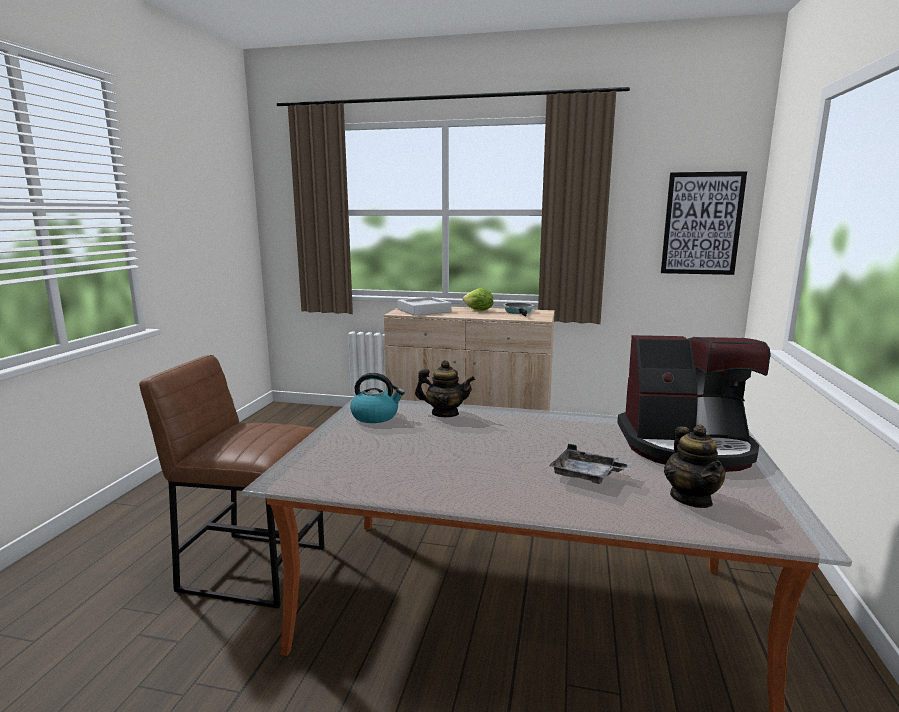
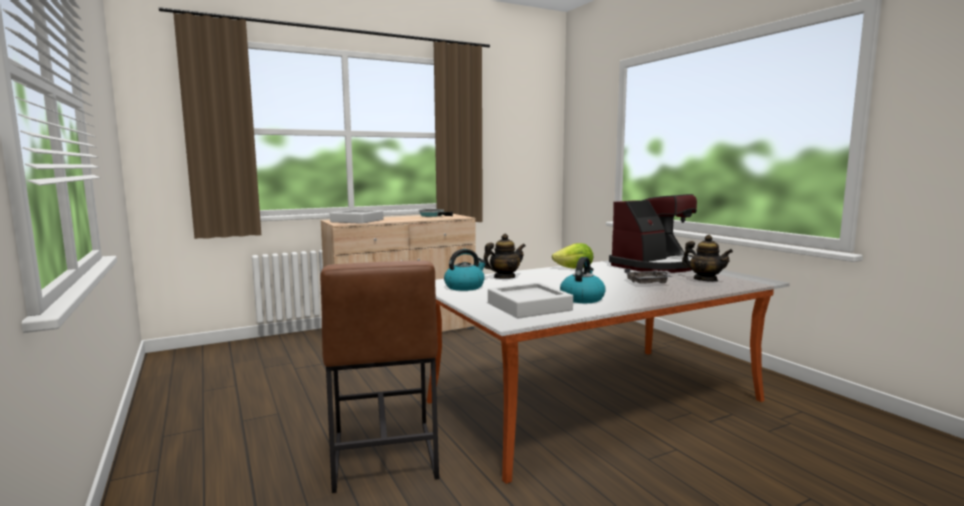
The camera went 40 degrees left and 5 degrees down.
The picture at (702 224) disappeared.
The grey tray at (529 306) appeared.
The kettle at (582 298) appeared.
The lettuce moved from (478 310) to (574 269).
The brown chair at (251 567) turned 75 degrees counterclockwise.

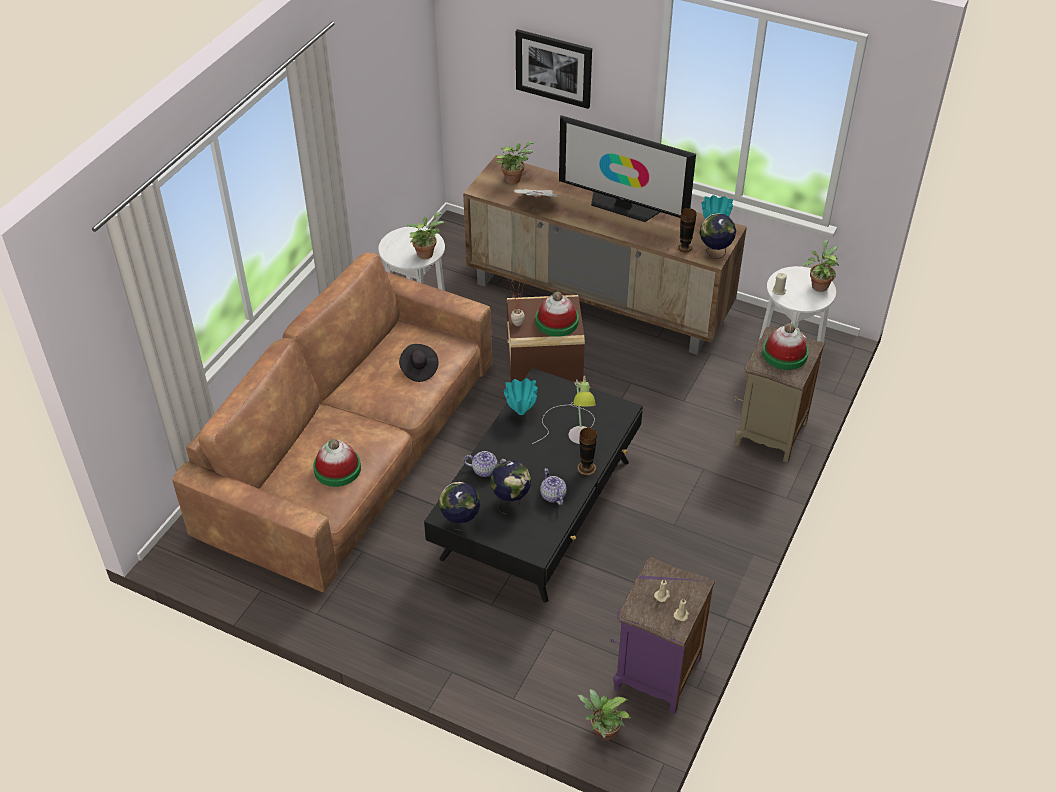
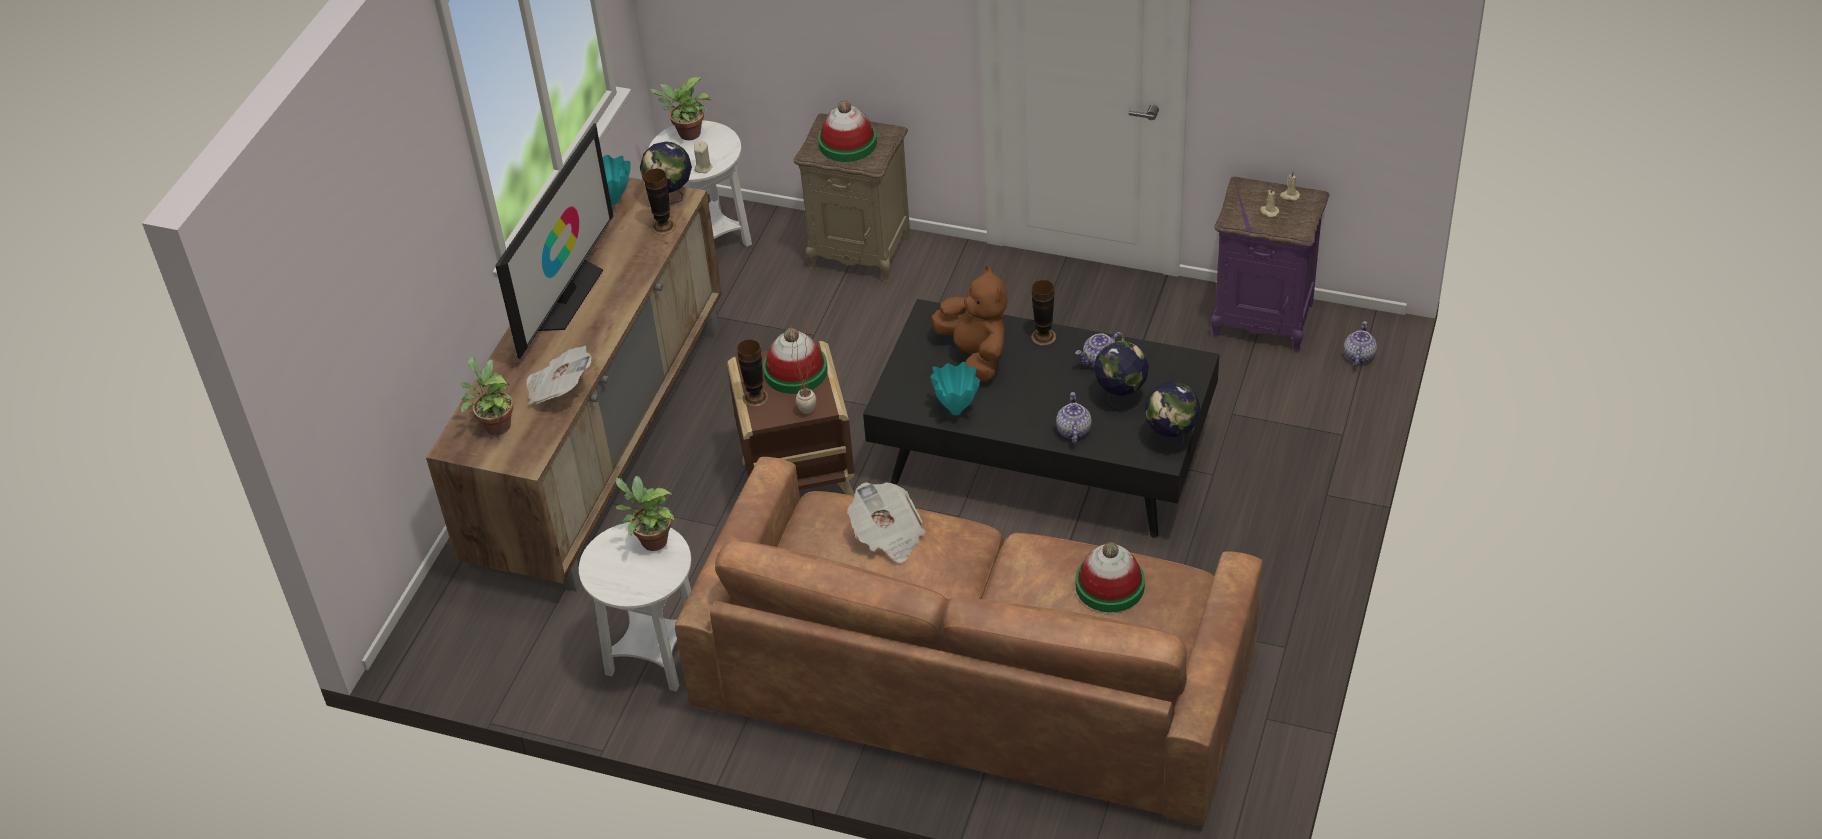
The camera went 95 degrees left and 0 degrees up.
The picture at (554 68) disappeared.
The vase at (755 397) appeared.
The black hat at (418 369) was replaced by the newspaper at (888 535).
The table lamp at (574 428) was replaced by the brown plush toy at (975 355).
The potted plant at (602 732) was replaced by the teapot at (1358 355).

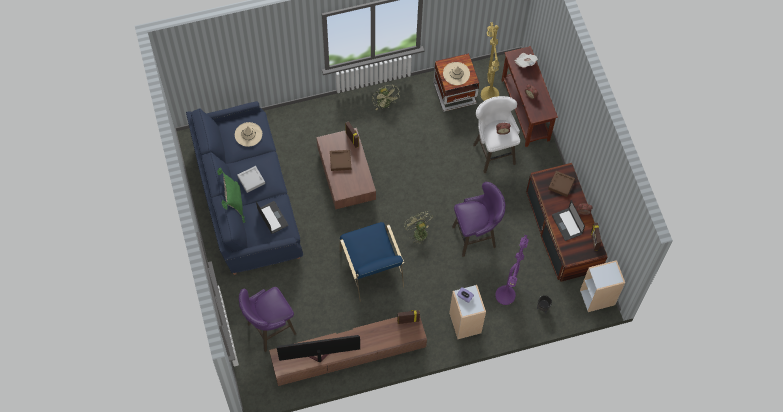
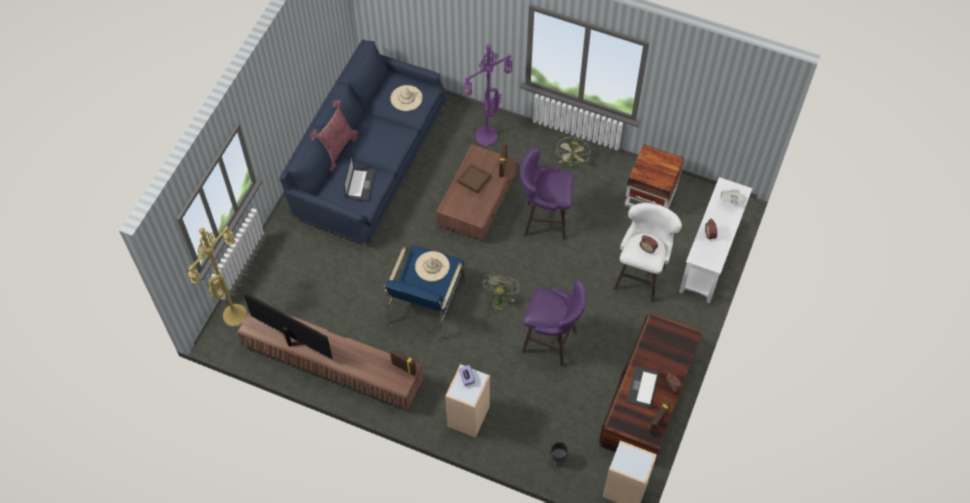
The camera went 40 degrees right and 5 degrees down.
The grey tray at (251 180) disappeared.
The brown tray at (561 185) disappeared.
The purple stool moved from (269 330) to (543 220).
The beige hat moved from (456 73) to (432 266).
The yellow floor lamp moved from (488 94) to (234 314).
The purple floor lamp moved from (506 296) to (486 138).
The green pillow at (233 205) became the red pillow at (337 150).
The brown console table at (525 110) became the white console table at (709 258).

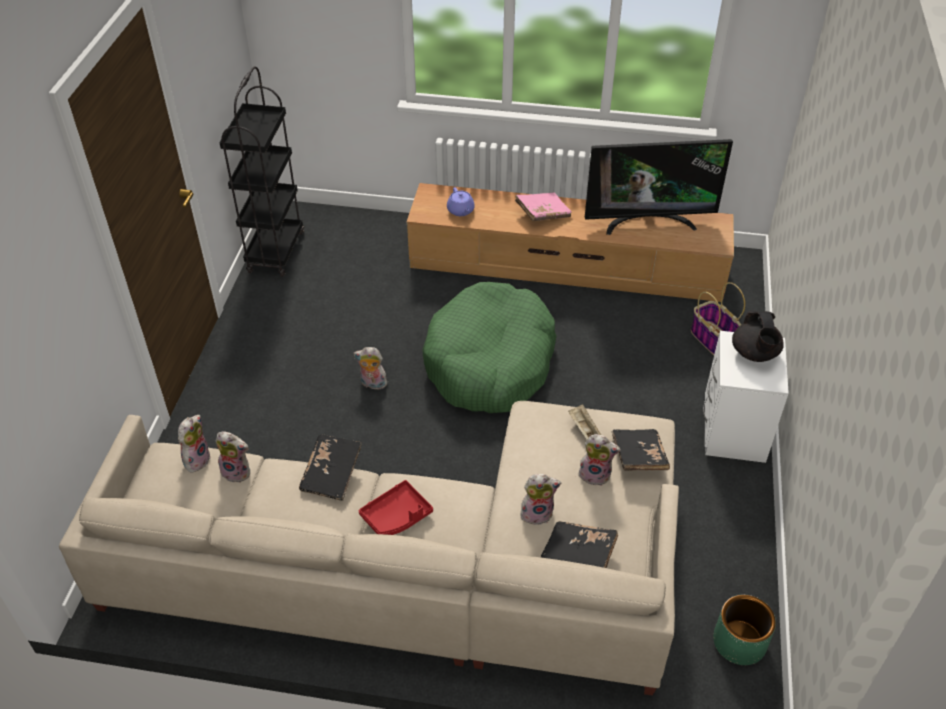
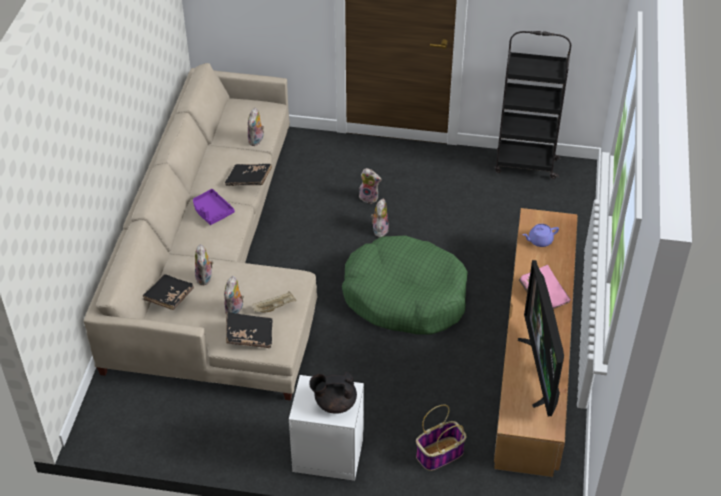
The camera went 90 degrees right and 0 degrees up.
The green planter at (739 641) disappeared.
The plush toy moved from (196 459) to (369 197).
The red tray at (397 516) became the purple tray at (212 211).

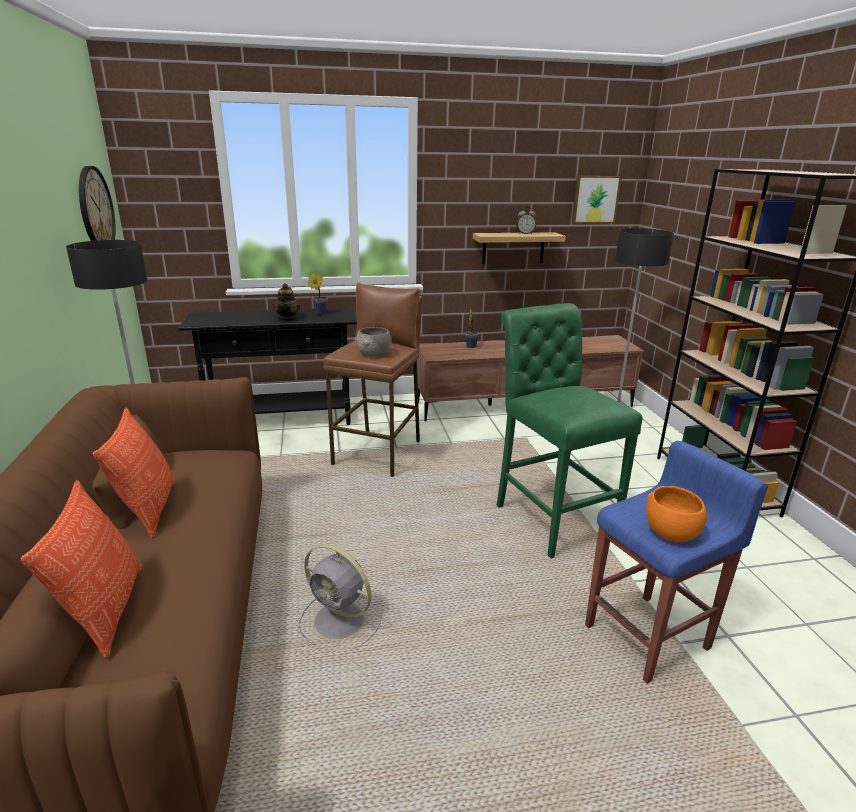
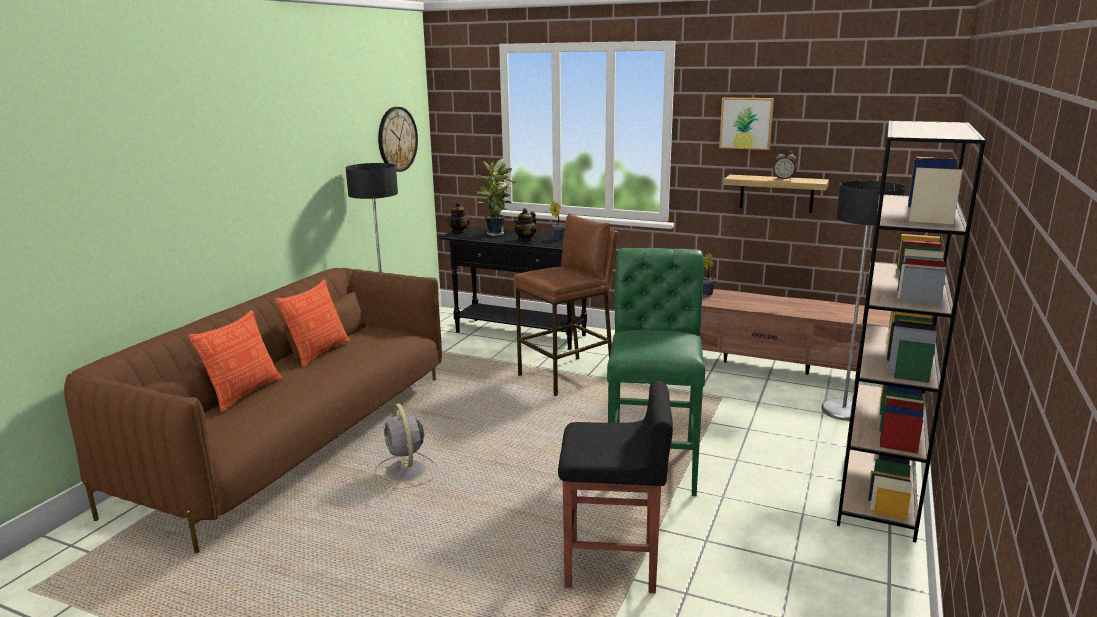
The camera went 35 degrees right and 5 degrees down.
The grey bowl at (373 354) disappeared.
The orange bowl at (670 532) disappeared.
The teapot at (459 232) appeared.
The potted plant at (496 233) appeared.
The picture moved from (594 199) to (746 123).
The blue stool at (648 636) became the black stool at (612 565).

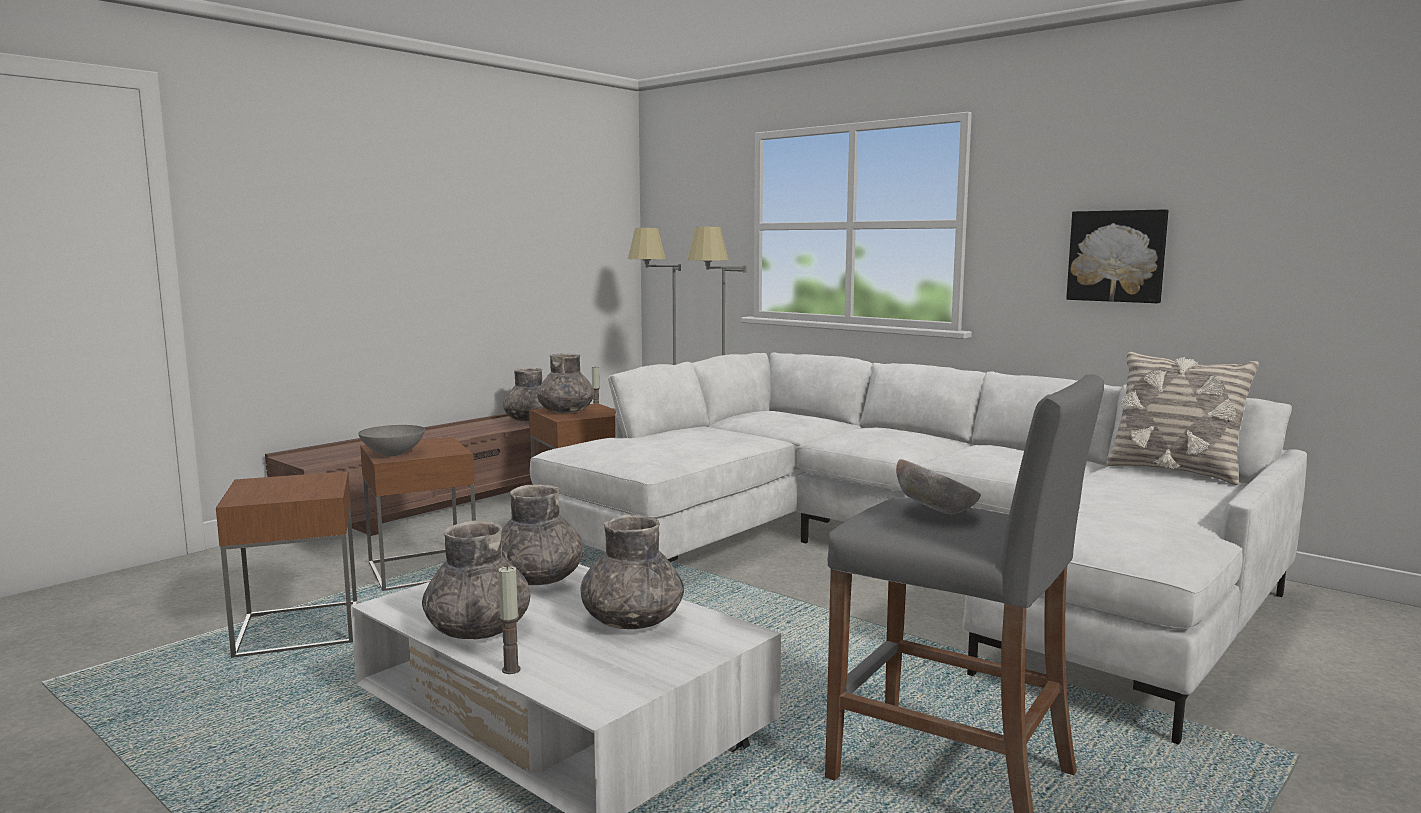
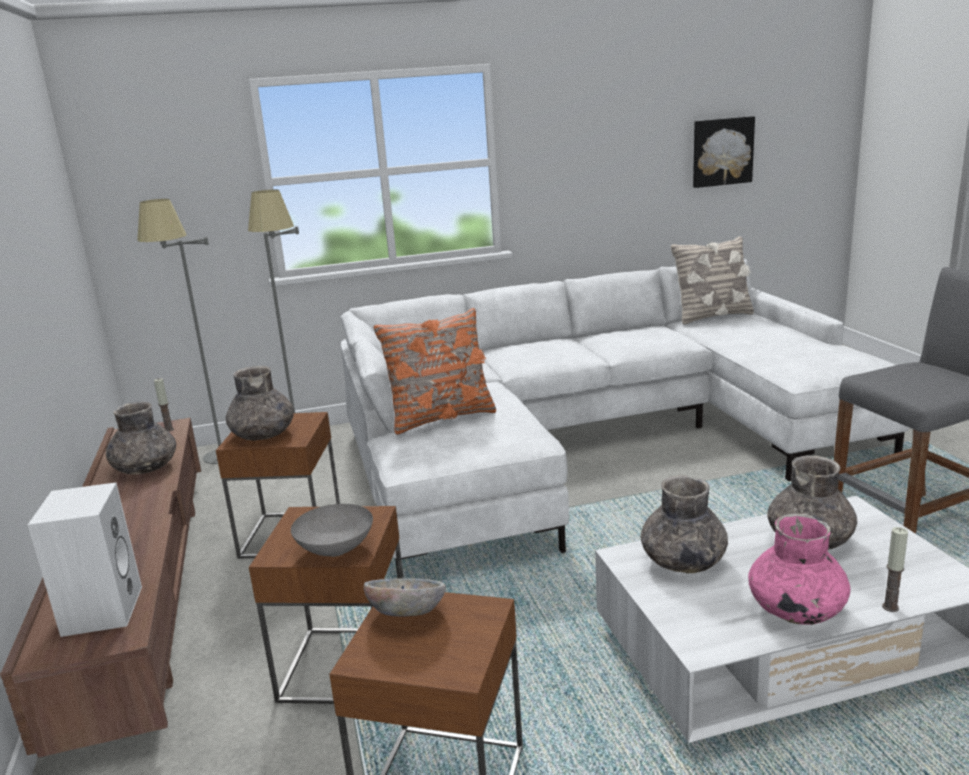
The camera went 55 degrees left and 10 degrees up.
The white speaker at (101 609) appeared.
The orange pillow at (441 419) appeared.
The bowl moved from (935 513) to (406 614).
The picture moved from (1117 256) to (721 151).
The grey vase at (479 630) became the pink vase at (795 609).

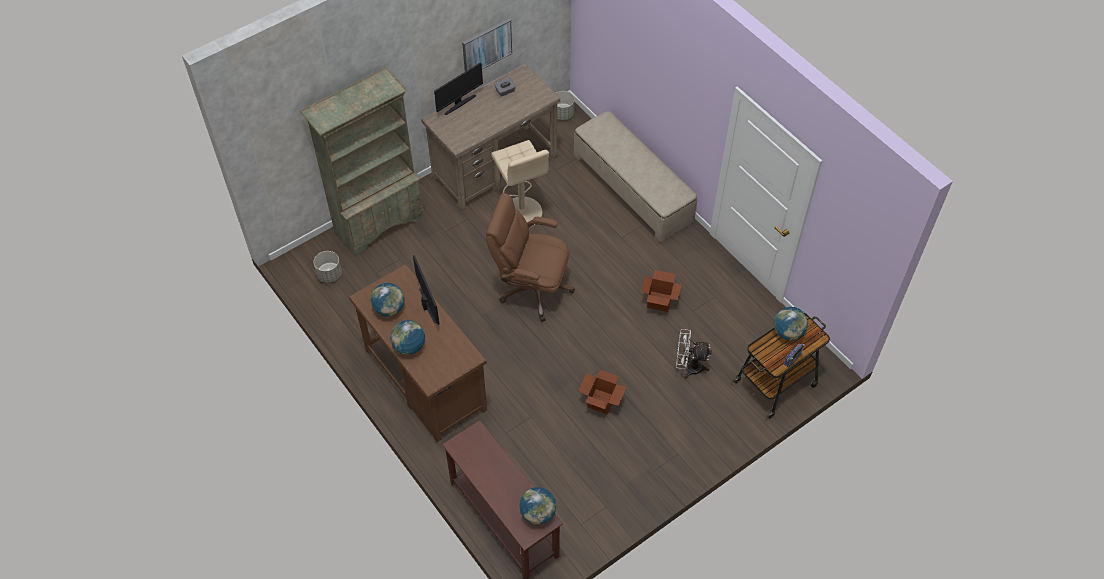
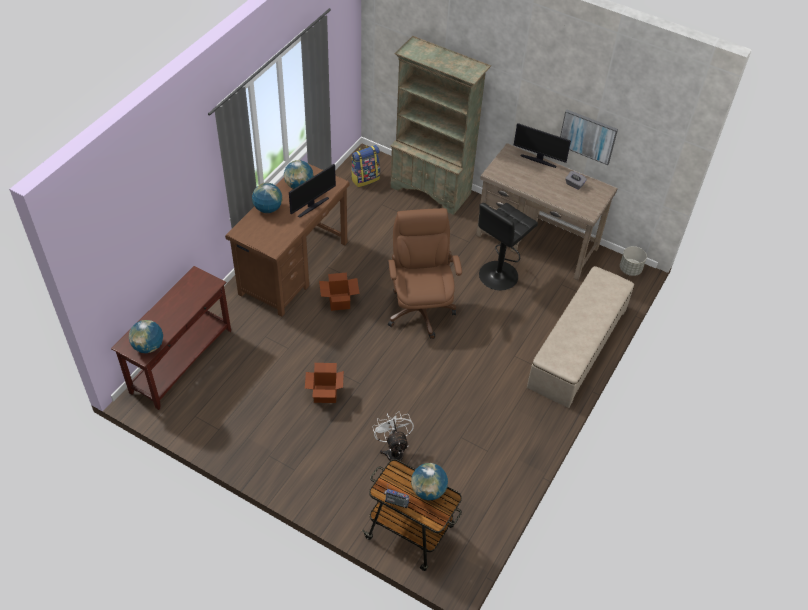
The camera went 65 degrees right and 5 degrees down.
The cardboard box moved from (659 301) to (339 302).
The grey planter at (329 274) was replaced by the backpack at (365 178).
The beige stool at (521 213) became the black stool at (497 275).

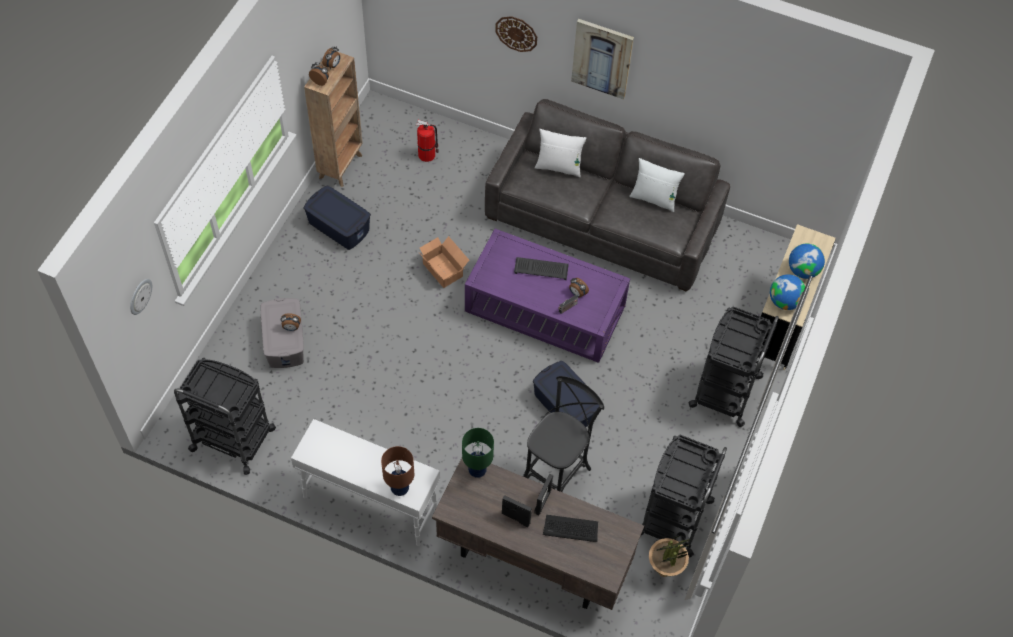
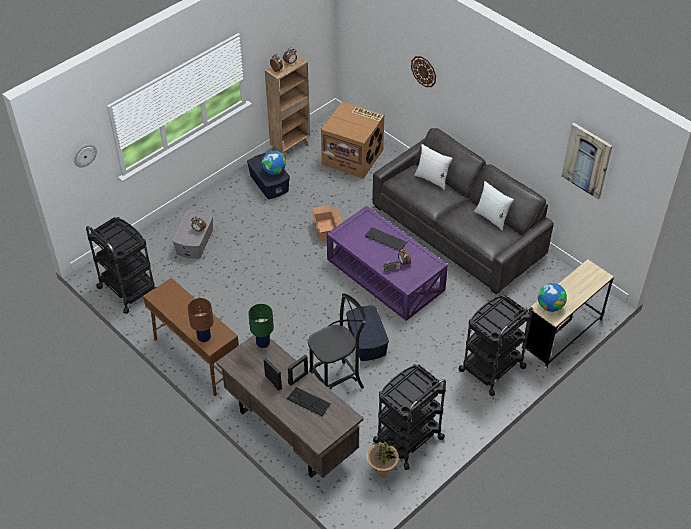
The camera went 25 degrees right and 10 degrees down.
The picture moved from (602 58) to (587 160).
The globe moved from (802 270) to (274 171).
The fire extinguisher at (427 155) was replaced by the cardboard box at (353 156).
The white console table at (370 502) became the brown console table at (197 357).

